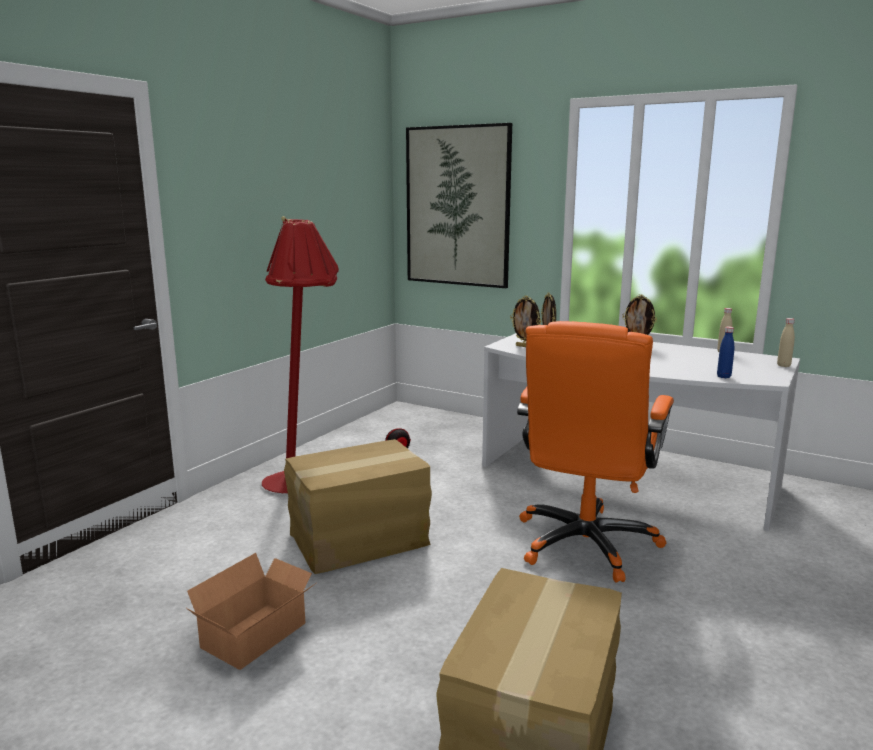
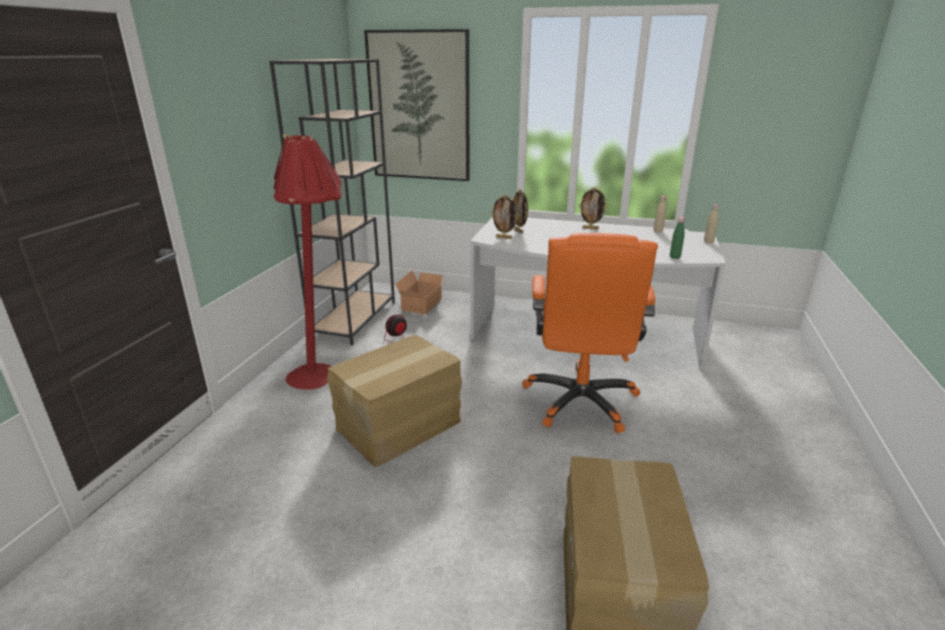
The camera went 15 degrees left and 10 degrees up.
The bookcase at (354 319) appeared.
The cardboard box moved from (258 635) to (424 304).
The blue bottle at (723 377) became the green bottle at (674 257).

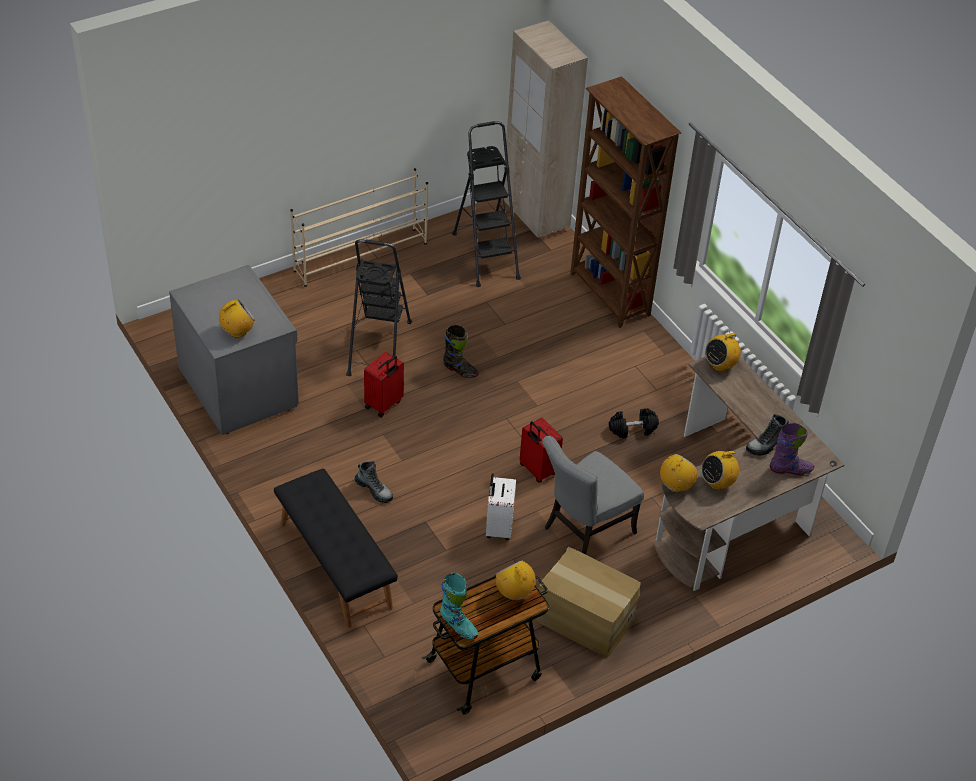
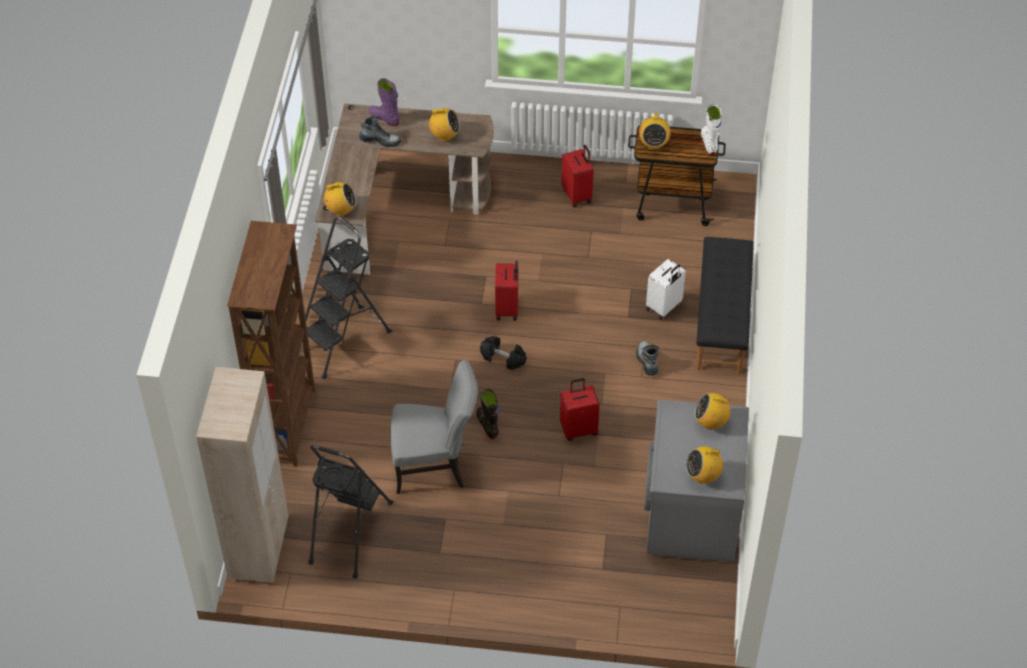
The camera went 140 degrees left and 5 degrees up.
The beige shoe rack at (361 257) disappeared.
The step ladder moved from (379 348) to (344 340).
The white suitcase moved from (498 528) to (664 307).
The grey chair moved from (584 531) to (435 466).
The black dumbbell moved from (632 429) to (503 358).
The radio moved from (676 486) to (703 476).
The cardboard box at (584 619) was replaced by the red suitcase at (577 195).
The turquoise boot at (458 626) became the white boot at (709 143).

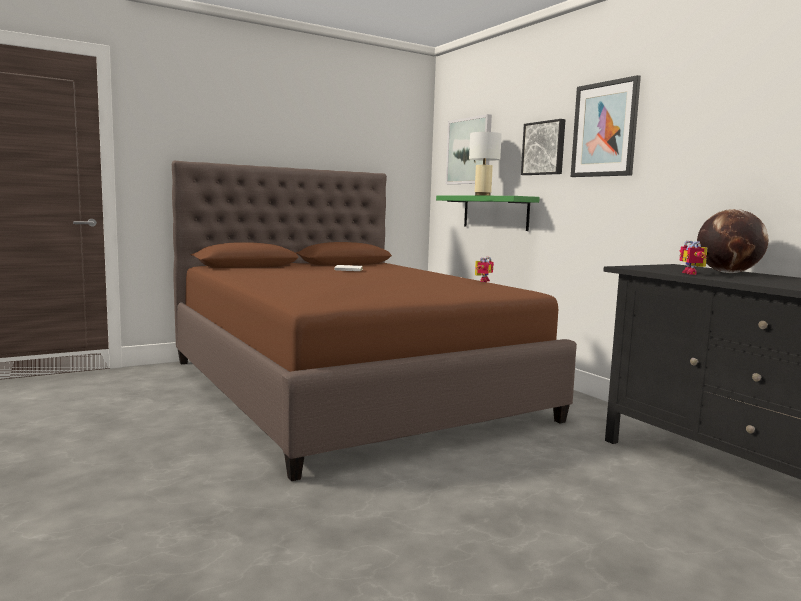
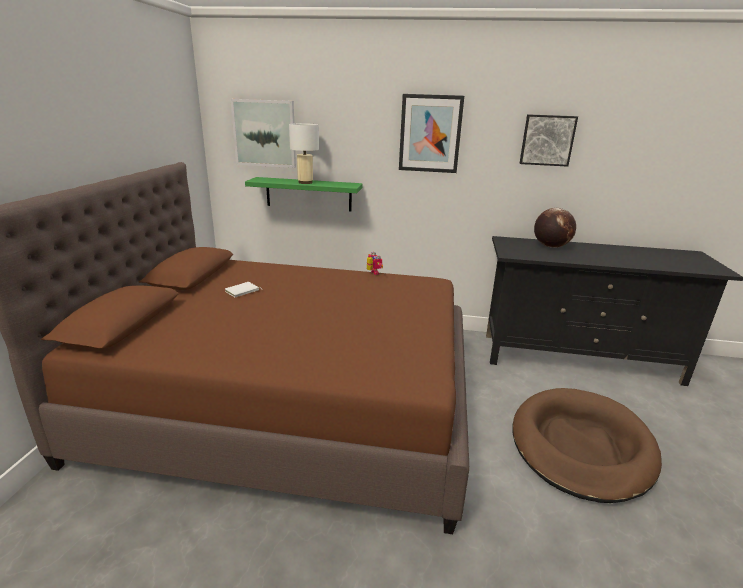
The camera went 50 degrees left and 15 degrees up.
The toy robot at (693 273) disappeared.
The brown dog bed at (581 446) appeared.
The picture moved from (544 148) to (547 140).

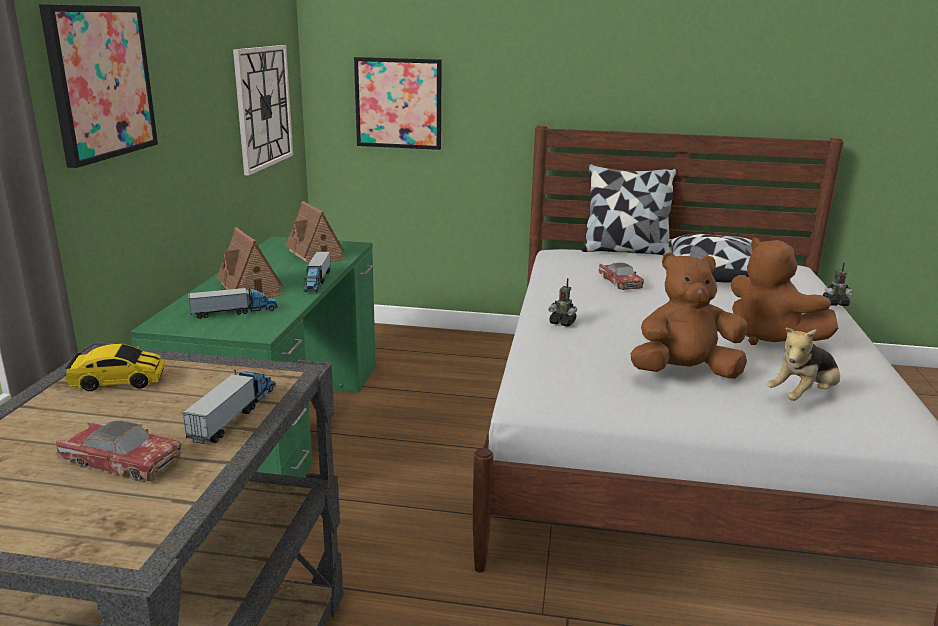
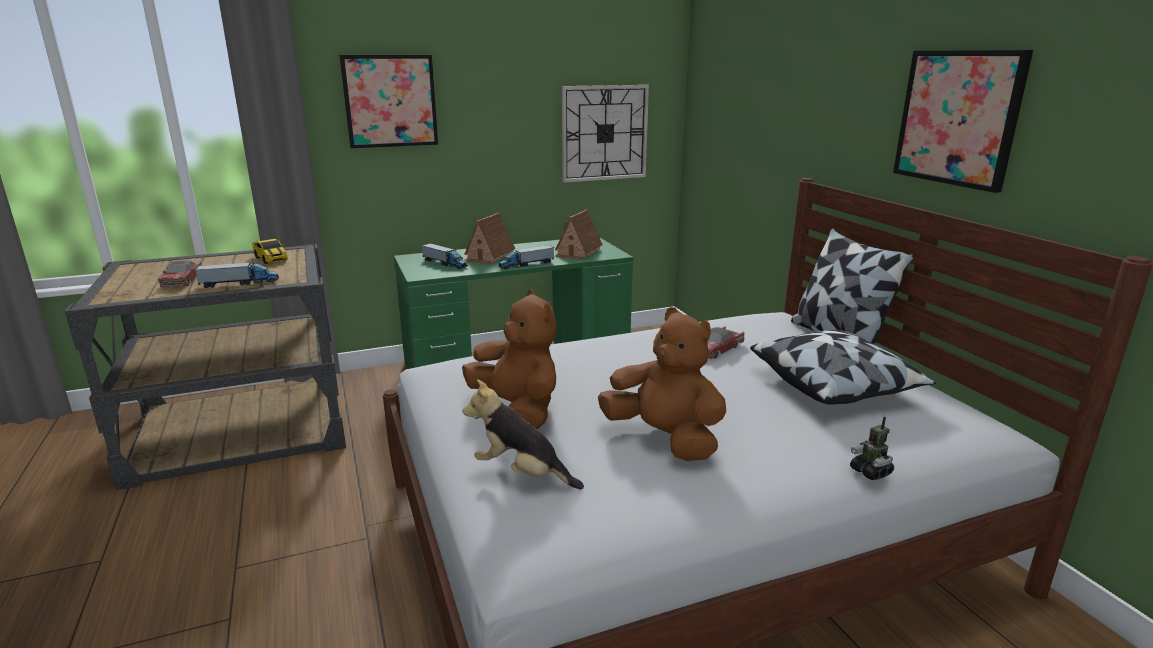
The camera went 60 degrees right and 0 degrees up.
The toy robot at (562 323) disappeared.
The picture moved from (398 103) to (958 118).
The brown plush toy at (769 337) turned 105 degrees clockwise.

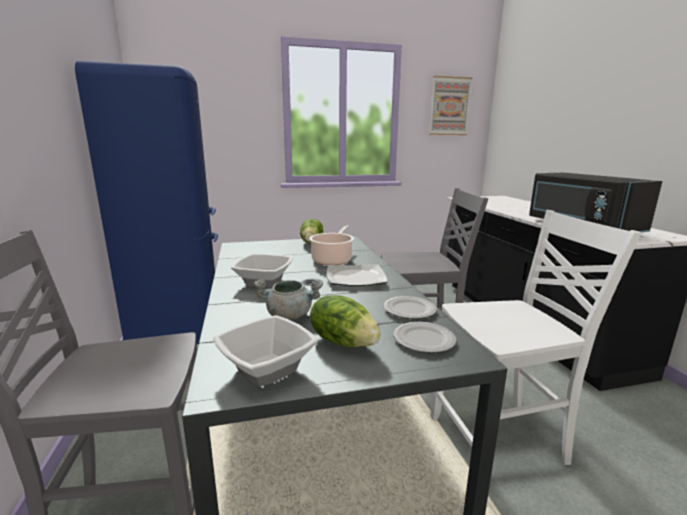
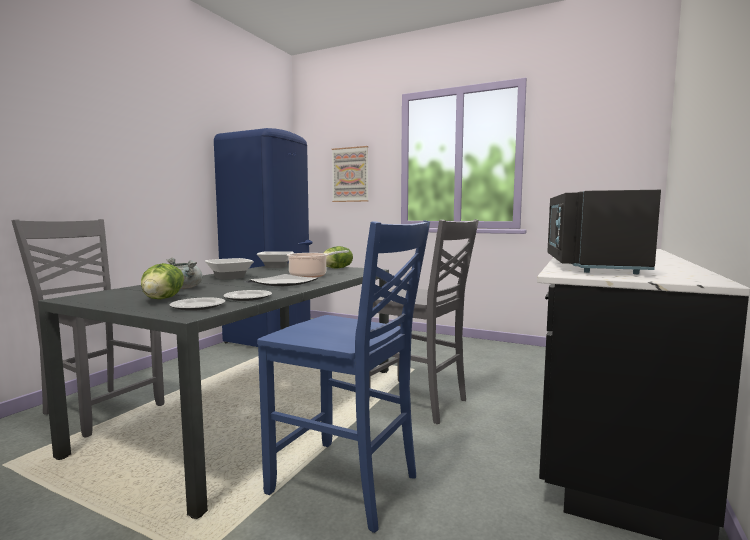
The camera went 40 degrees right and 10 degrees down.
The bowl moved from (268 369) to (276 266).
The picture moved from (449 106) to (350 174).
The white chair at (499 441) became the blue chair at (346 484).

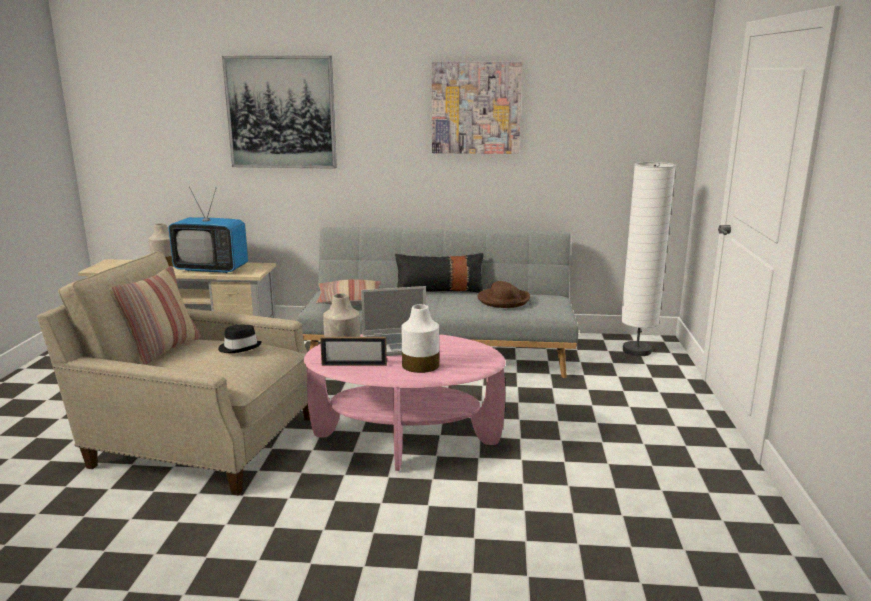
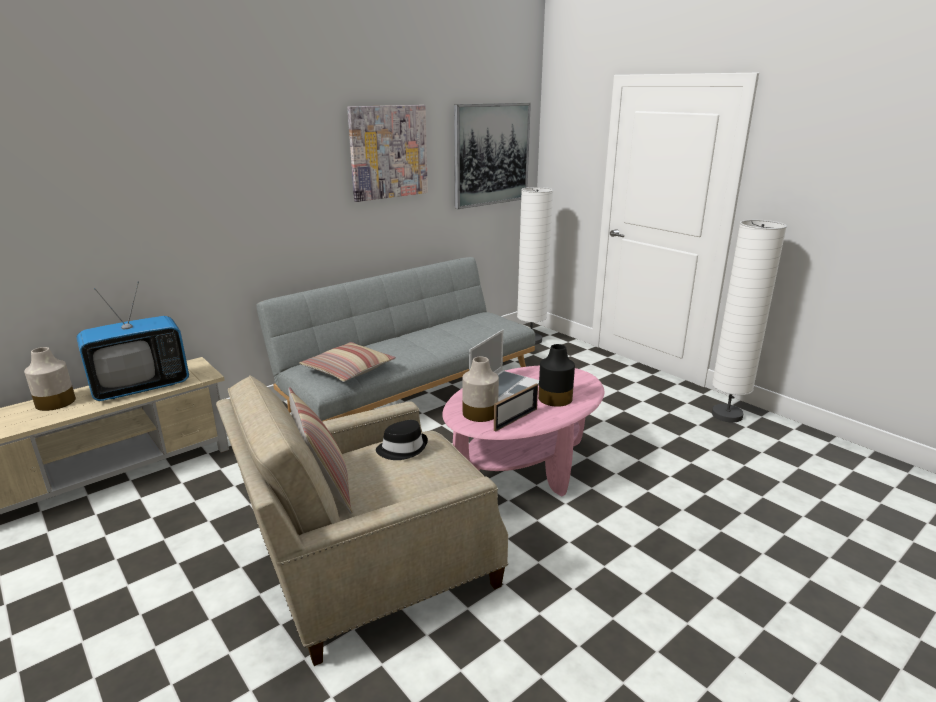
The camera went 45 degrees left and 5 degrees up.
The black pillow at (439 290) disappeared.
The brown hat at (503 300) disappeared.
The white floor lamp at (727 415) appeared.
The picture moved from (281 112) to (491 154).
The white vase at (421 365) became the black vase at (555 398).

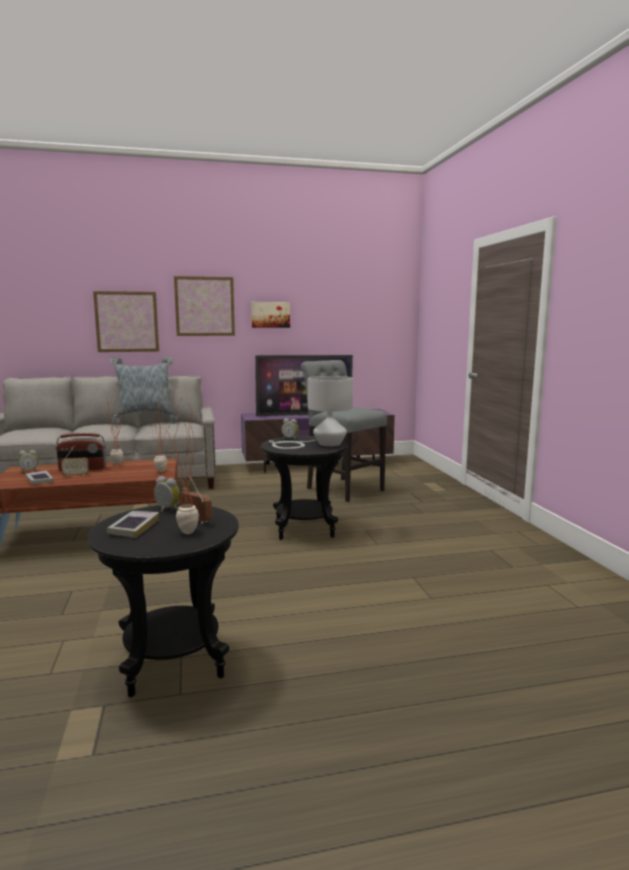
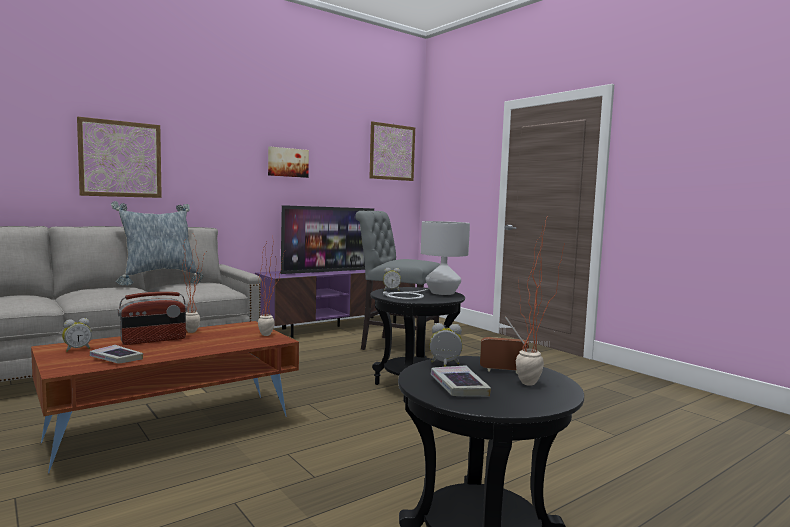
The camera went 25 degrees left and 5 degrees down.
The radio at (76 475) disappeared.
The picture moved from (204 305) to (392 151).

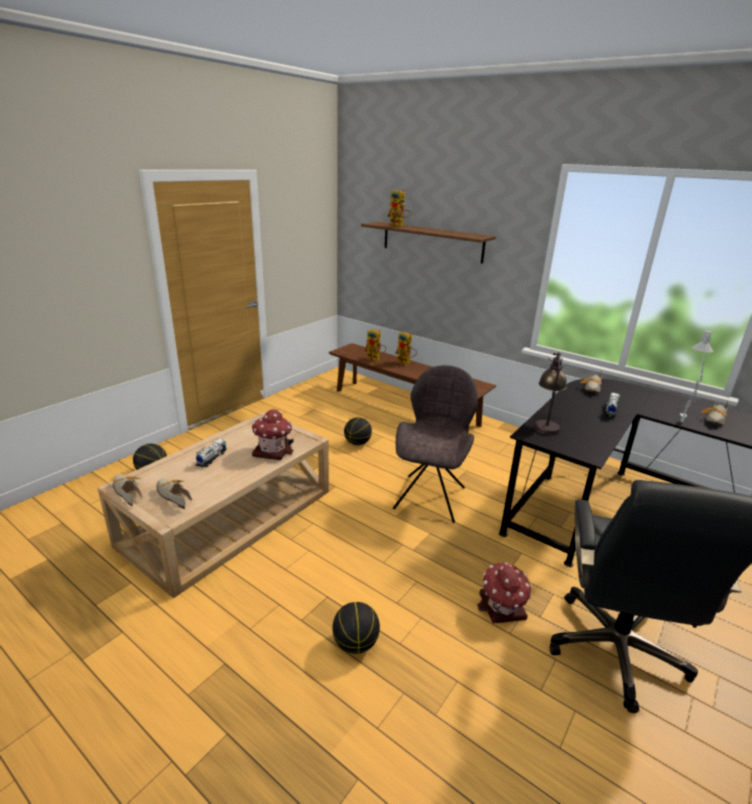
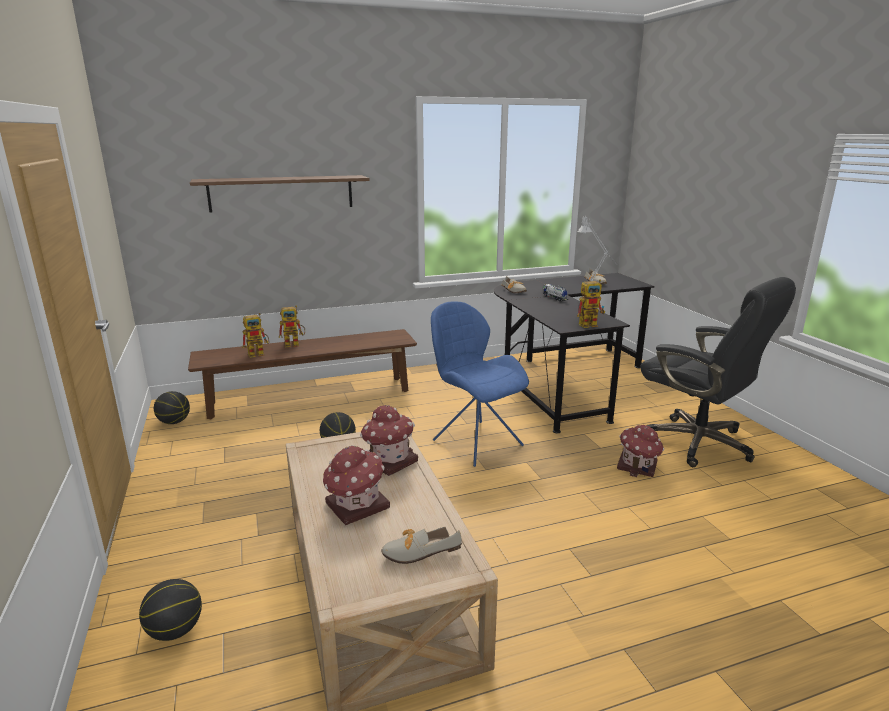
The camera went 55 degrees left and 5 degrees down.
The shoe at (127 491) disappeared.
The table lamp at (545 424) disappeared.
The basketball moved from (356 643) to (174 422).
The toy robot moved from (399 226) to (590 324).
The toy truck at (211 459) was replaced by the toy house at (356 506).
The grey chair at (430 496) became the blue chair at (475 441).

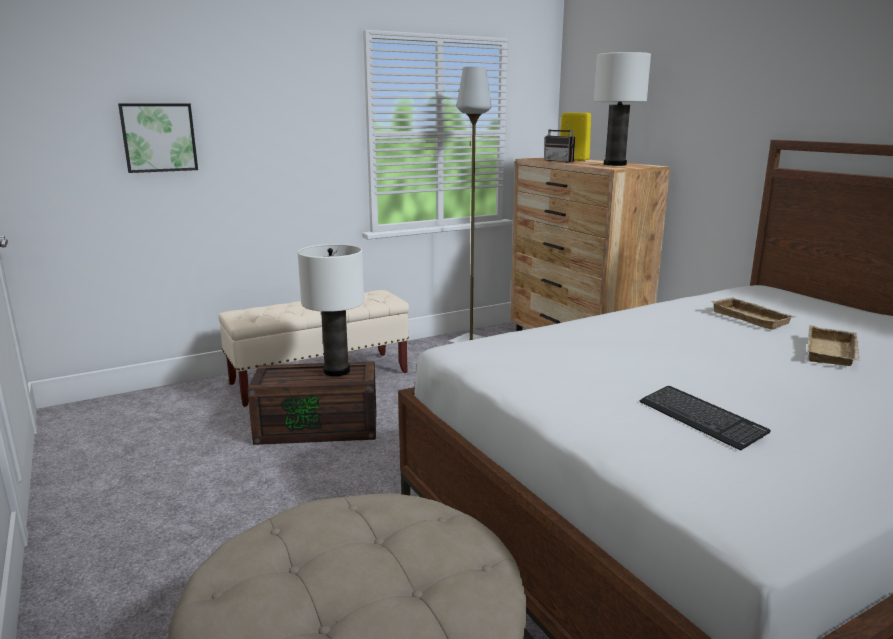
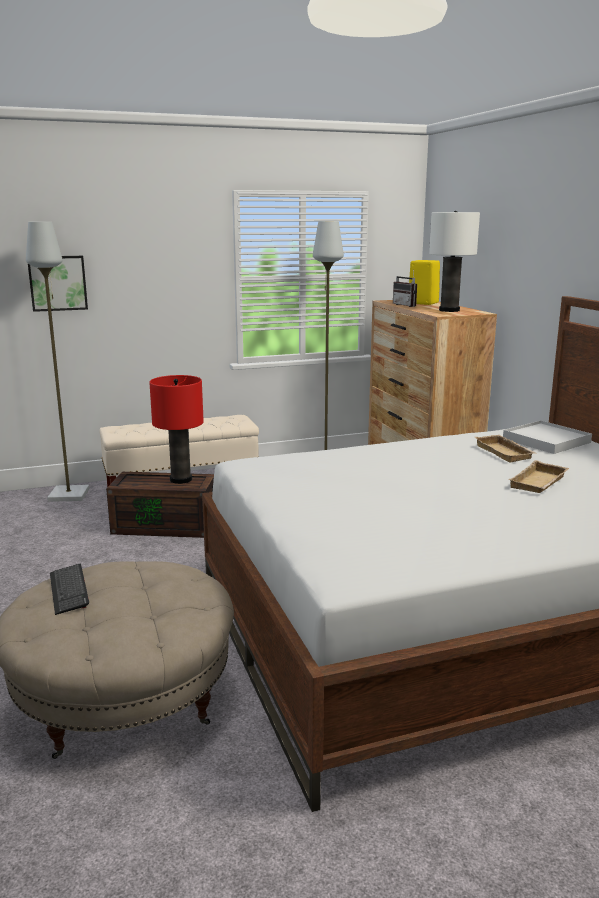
The camera went 10 degrees right and 0 degrees up.
The grey floor lamp at (69 494) appeared.
The white tray at (546 441) appeared.
The keyboard moved from (701 419) to (69 590).
The white table lamp at (337 371) became the red table lamp at (181 479).

